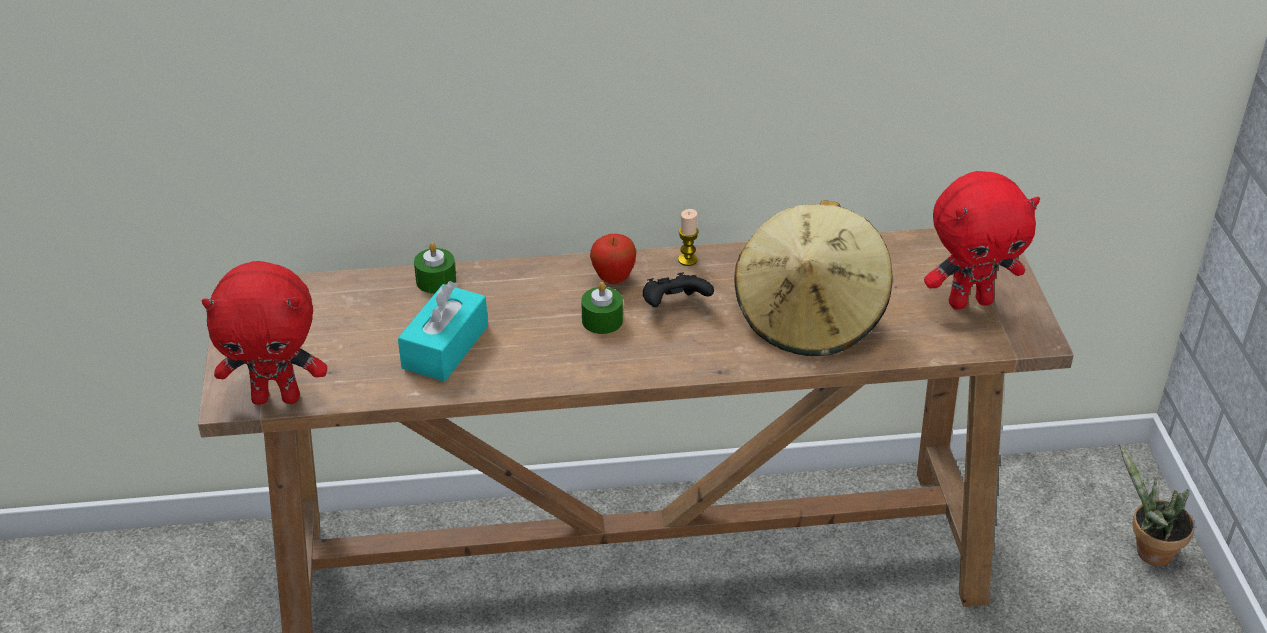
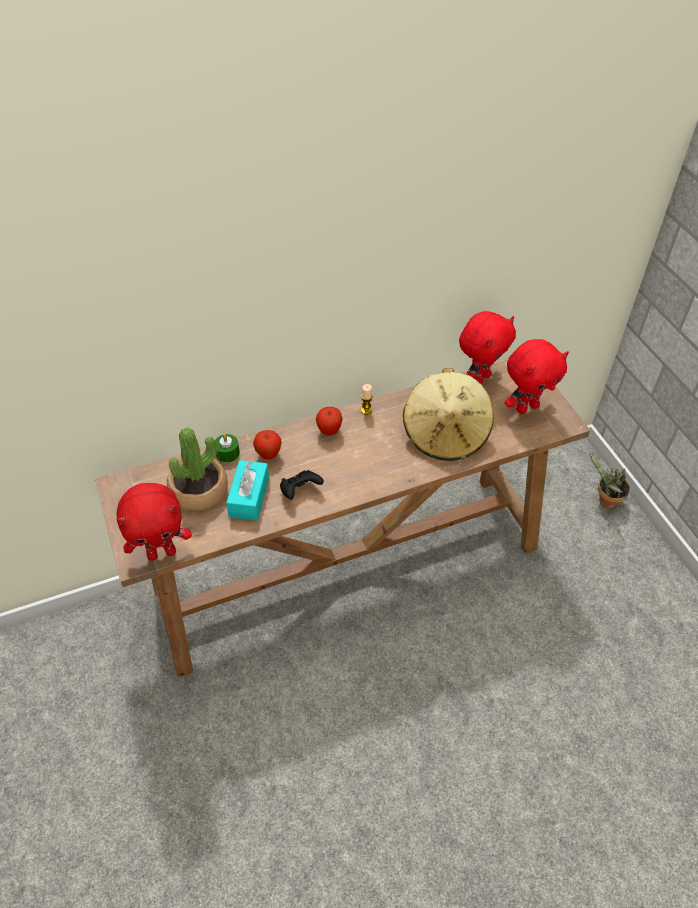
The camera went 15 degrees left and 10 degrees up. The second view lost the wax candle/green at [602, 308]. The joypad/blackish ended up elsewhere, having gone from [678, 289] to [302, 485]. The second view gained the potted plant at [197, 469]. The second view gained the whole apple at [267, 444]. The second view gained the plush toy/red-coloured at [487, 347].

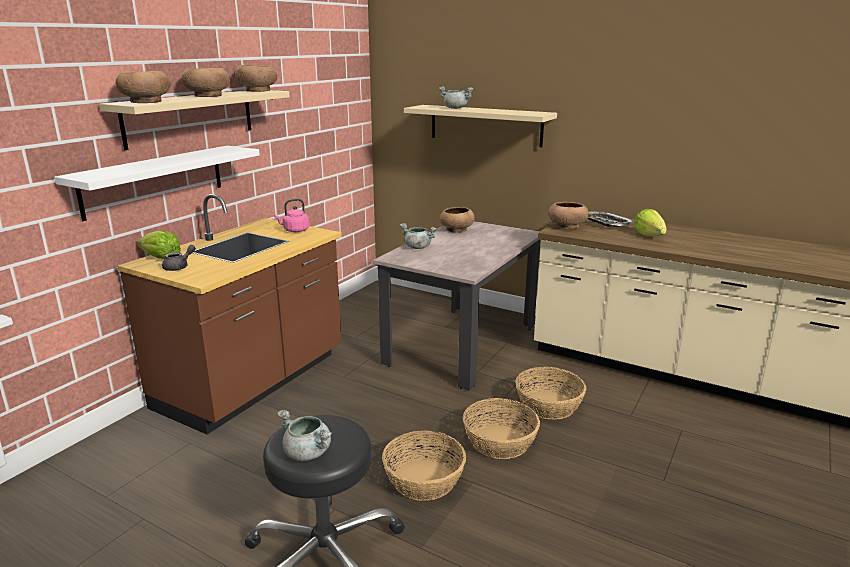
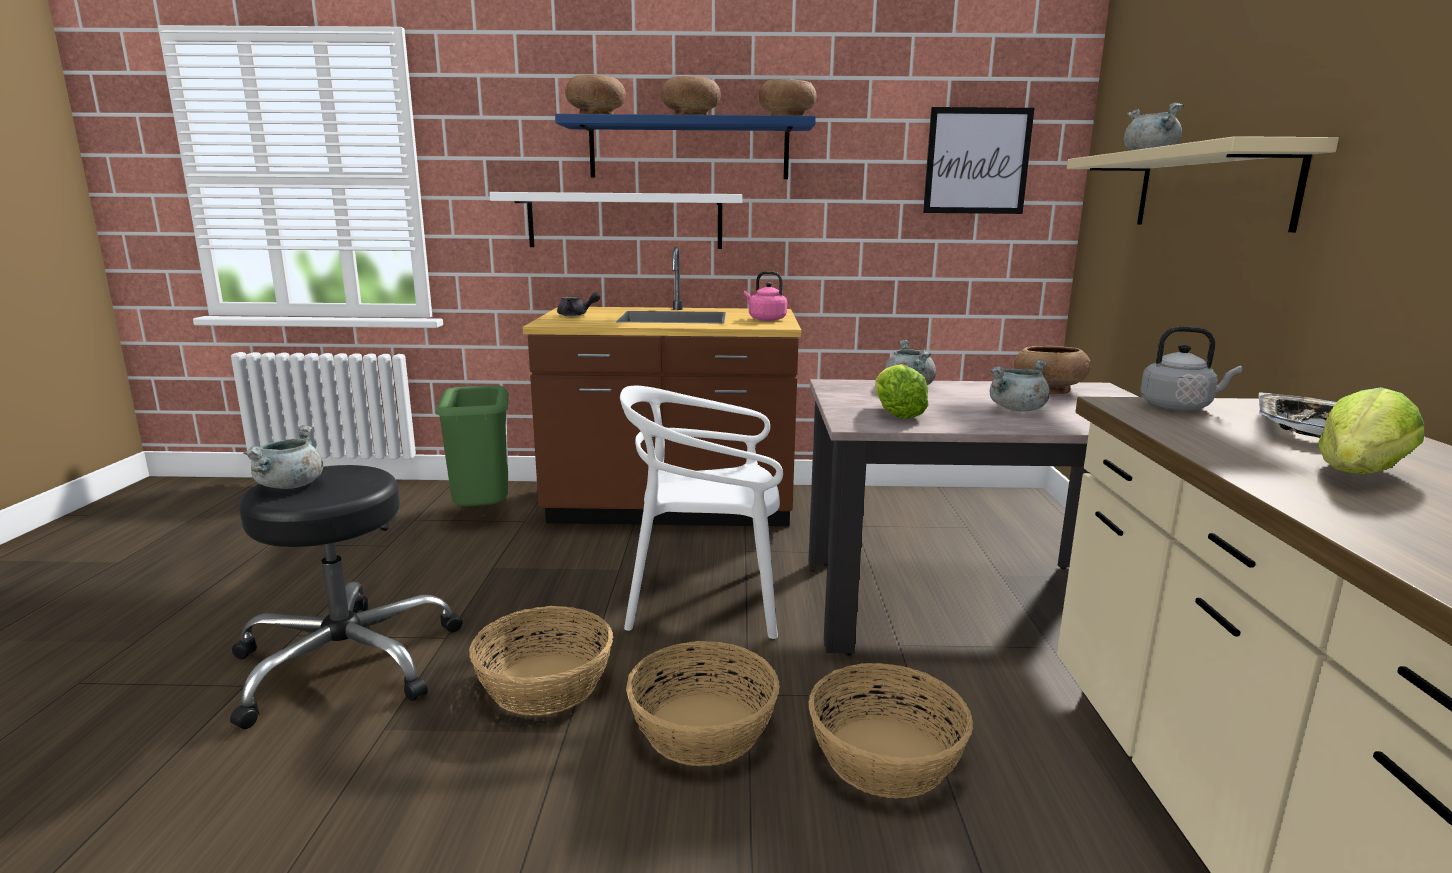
The camera went 60 degrees right and 5 degrees down. What was the shelf/sand-coloured at [195, 120] turned into the shelf/blue-coloured at [685, 146]. The head of lettuce ended up elsewhere, having gone from [159, 245] to [901, 391]. Where the deep dish/brown-coloured stood at [568, 216], the tea kettle/gray came to stand at [1191, 369]. The second view gained the trash can/green at [472, 445]. The second view gained the upright chair/white-coloured at [701, 512]. The second view gained the wall art at [978, 160]. The second view gained the saucepot/gray at [1020, 385].

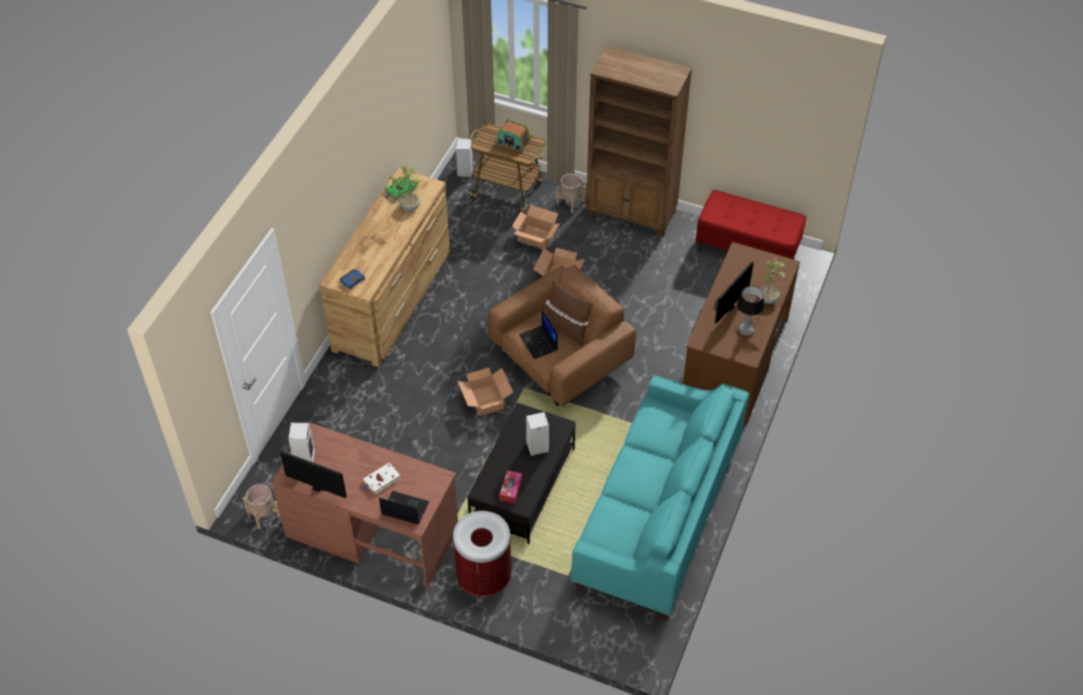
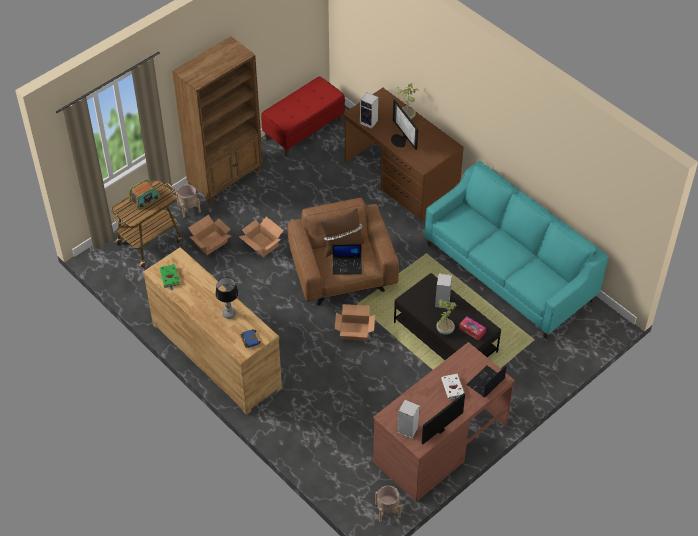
The camera went 65 degrees left and 0 degrees up. The potted plant ended up elsewhere, having gone from [405, 187] to [446, 317]. The second view lost the trash can at [482, 554]. The audio speaker ended up elsewhere, having gone from [464, 157] to [369, 110]. The lamp for a table ended up elsewhere, having gone from [750, 311] to [227, 298].

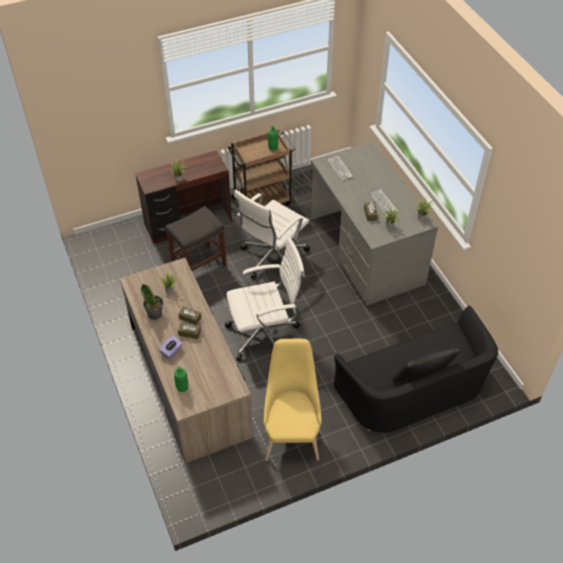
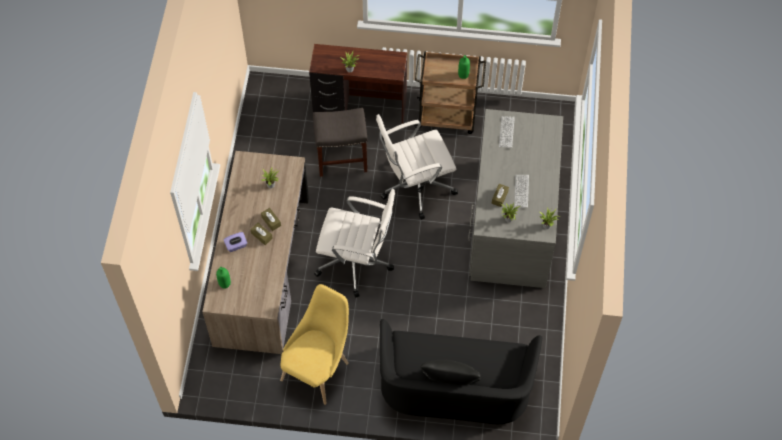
The camera went 30 degrees right and 10 degrees up. The second view lost the potted plant at [152, 302].

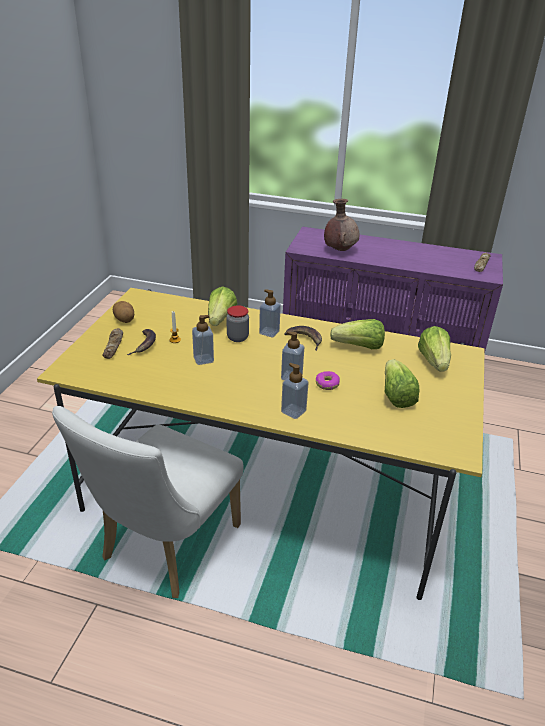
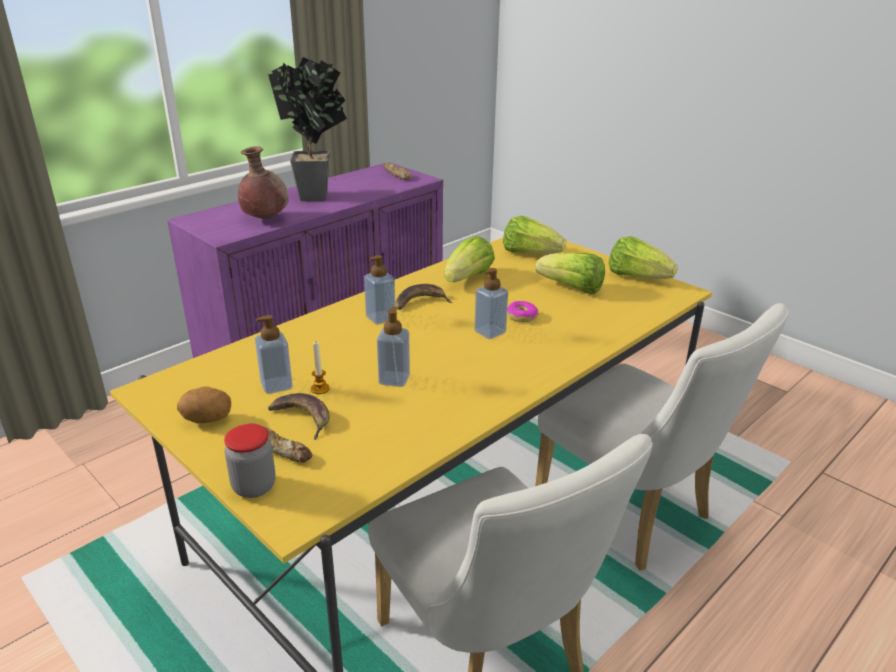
The camera went 60 degrees left and 5 degrees down. The head of lettuce ended up elsewhere, having gone from [222, 306] to [643, 257]. The storage jar ended up elsewhere, having gone from [237, 323] to [250, 461]. The soap dispenser ended up elsewhere, having gone from [295, 391] to [274, 354]. The second view gained the potted plant at [307, 129]. The second view gained the upright chair/white-coloured at [661, 436].

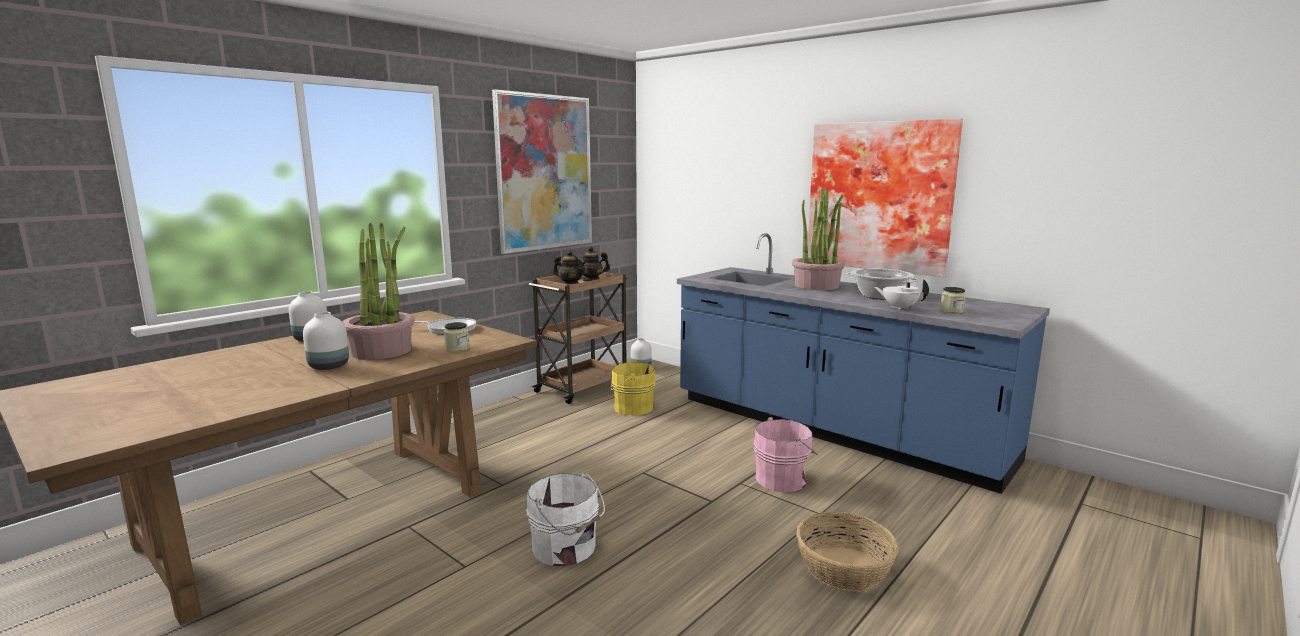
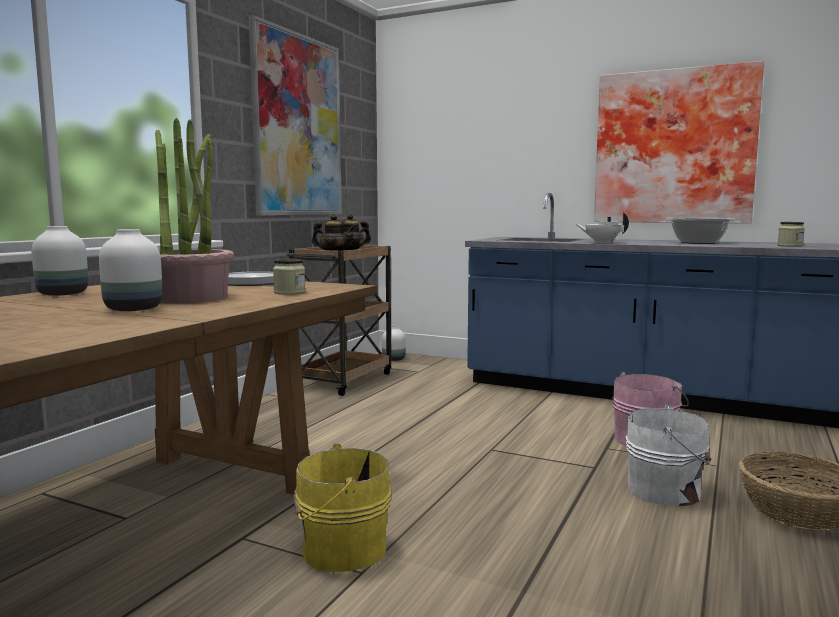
The camera went 15 degrees left and 5 degrees down. The pail/white-coloured ended up elsewhere, having gone from [565, 520] to [668, 455]. The pail/yellowish ended up elsewhere, having gone from [633, 387] to [342, 507]. The second view lost the potted plant at [818, 239]. The teapot/white-coloured ended up elsewhere, having gone from [901, 294] to [602, 227].

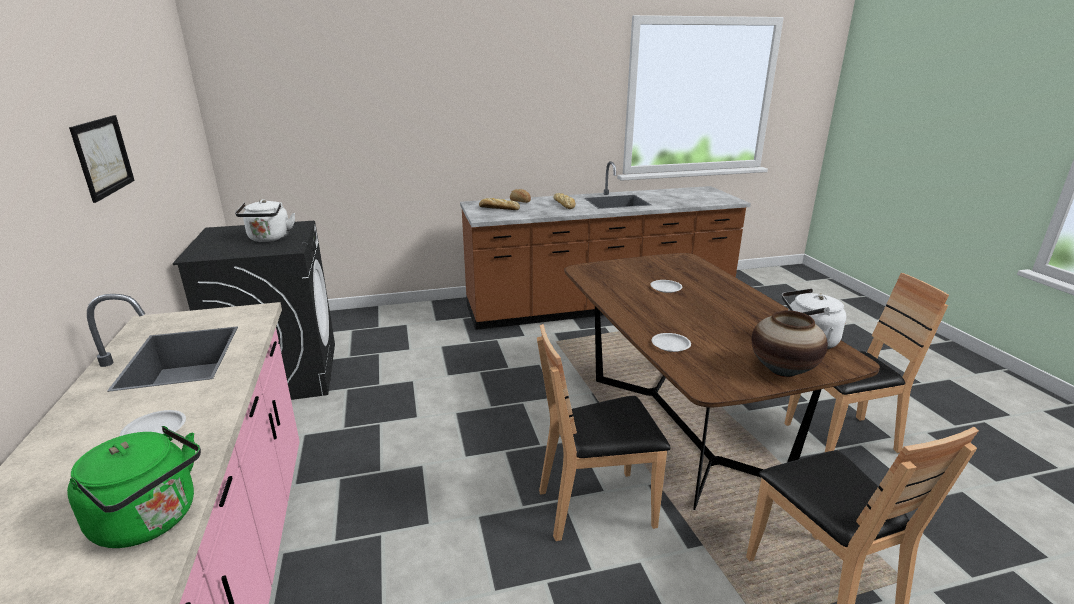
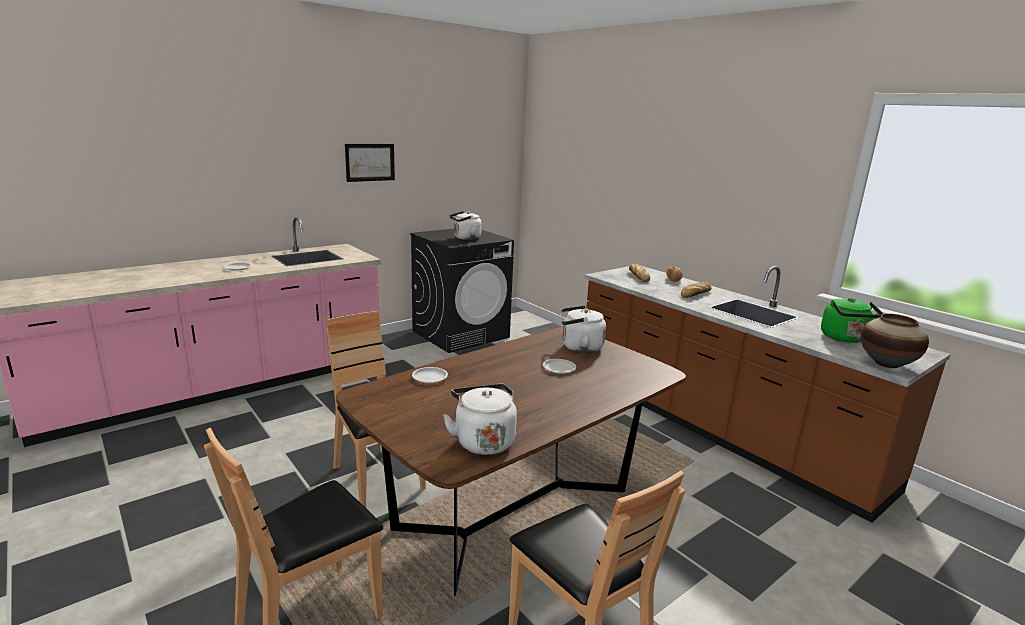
The camera went 65 degrees right and 5 degrees down. The tea kettle/green ended up elsewhere, having gone from [134, 487] to [852, 320]. The vase ended up elsewhere, having gone from [790, 343] to [895, 341]. The second view gained the tea kettle/white-coloured at [583, 329].

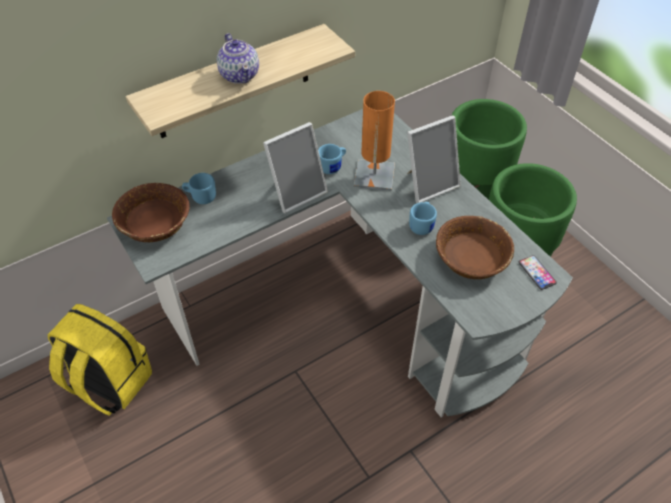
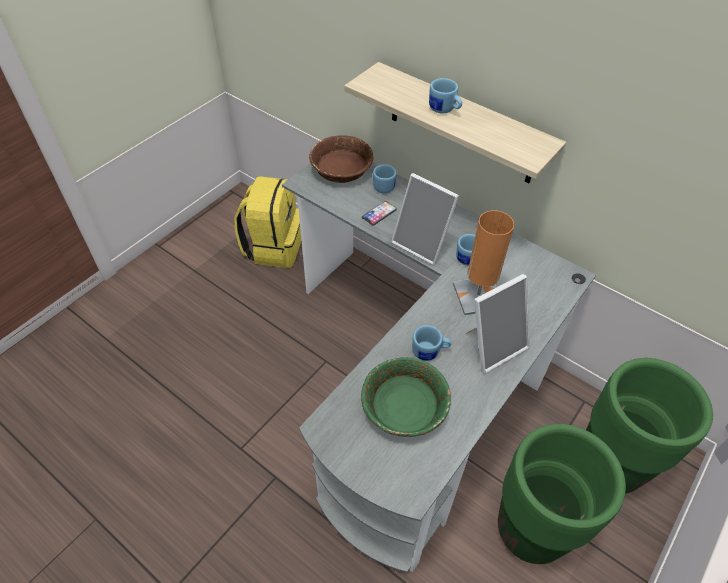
The camera went 70 degrees right and 0 degrees up. Where the teapot stood at [238, 58], the coffee mug/blue-coloured came to stand at [445, 95]. The photo frame at [434, 159] ended up facing another way, 75 degrees counterclockwise from before. What was the deep dish/brown-coloured at [475, 247] turned into the deep dish/green at [406, 397]. The telephone ended up elsewhere, having gone from [538, 272] to [379, 213].

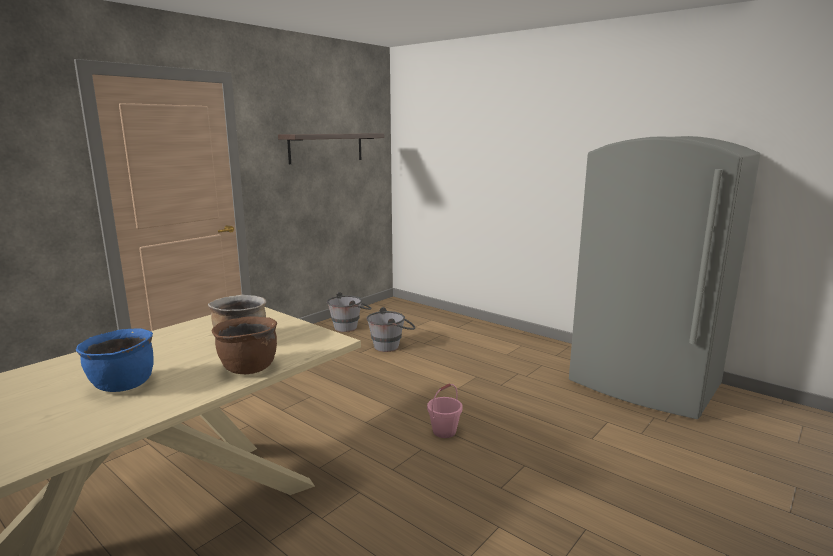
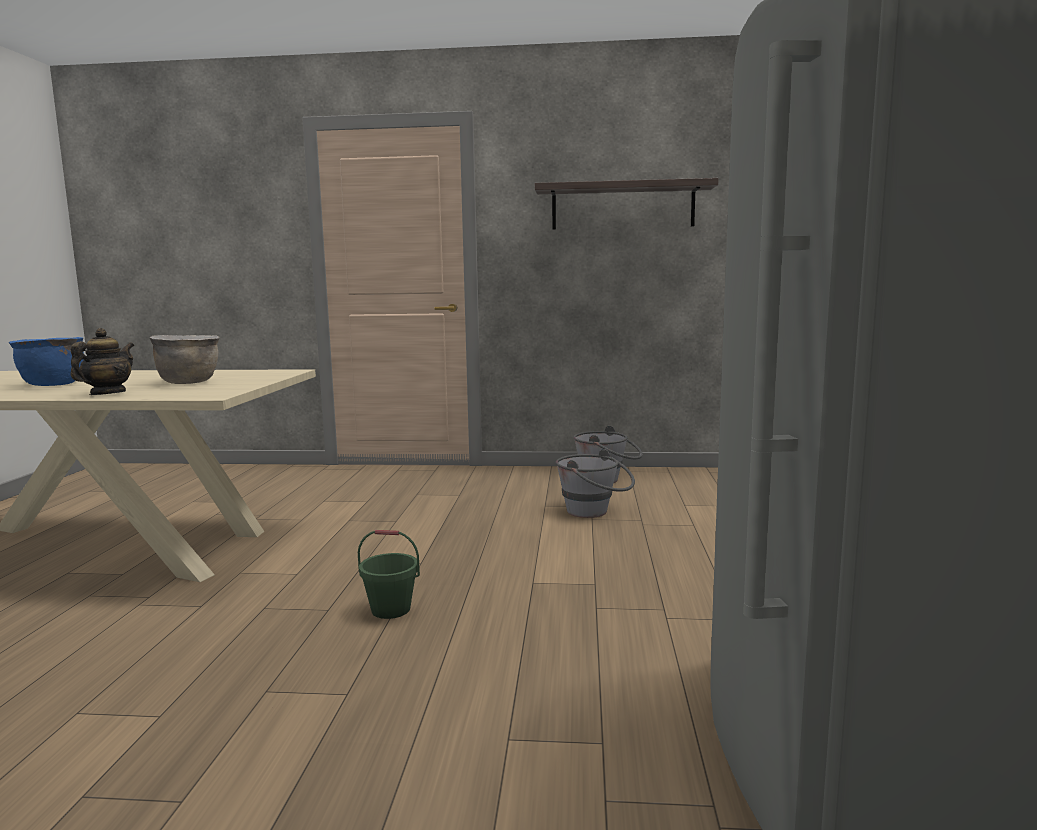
The camera went 55 degrees right and 5 degrees down. Where the saucepot/brown-coloured stood at [245, 345], the teapot came to stand at [102, 361]. What was the pail/pink at [444, 411] turned into the pail/green at [389, 574].

